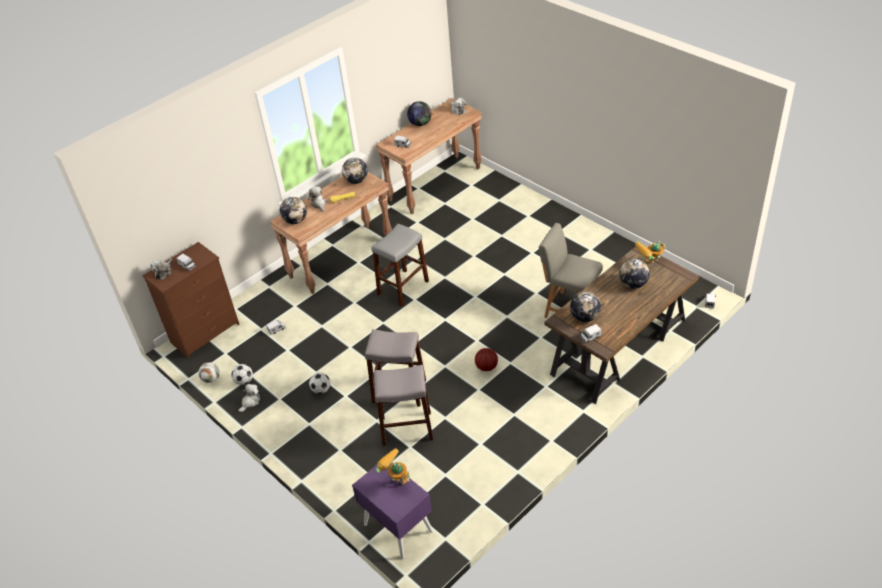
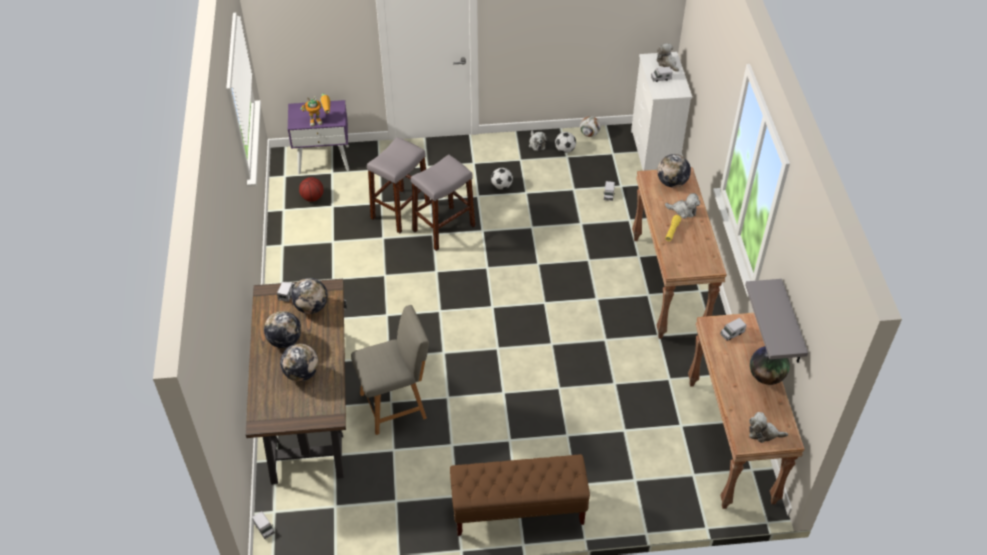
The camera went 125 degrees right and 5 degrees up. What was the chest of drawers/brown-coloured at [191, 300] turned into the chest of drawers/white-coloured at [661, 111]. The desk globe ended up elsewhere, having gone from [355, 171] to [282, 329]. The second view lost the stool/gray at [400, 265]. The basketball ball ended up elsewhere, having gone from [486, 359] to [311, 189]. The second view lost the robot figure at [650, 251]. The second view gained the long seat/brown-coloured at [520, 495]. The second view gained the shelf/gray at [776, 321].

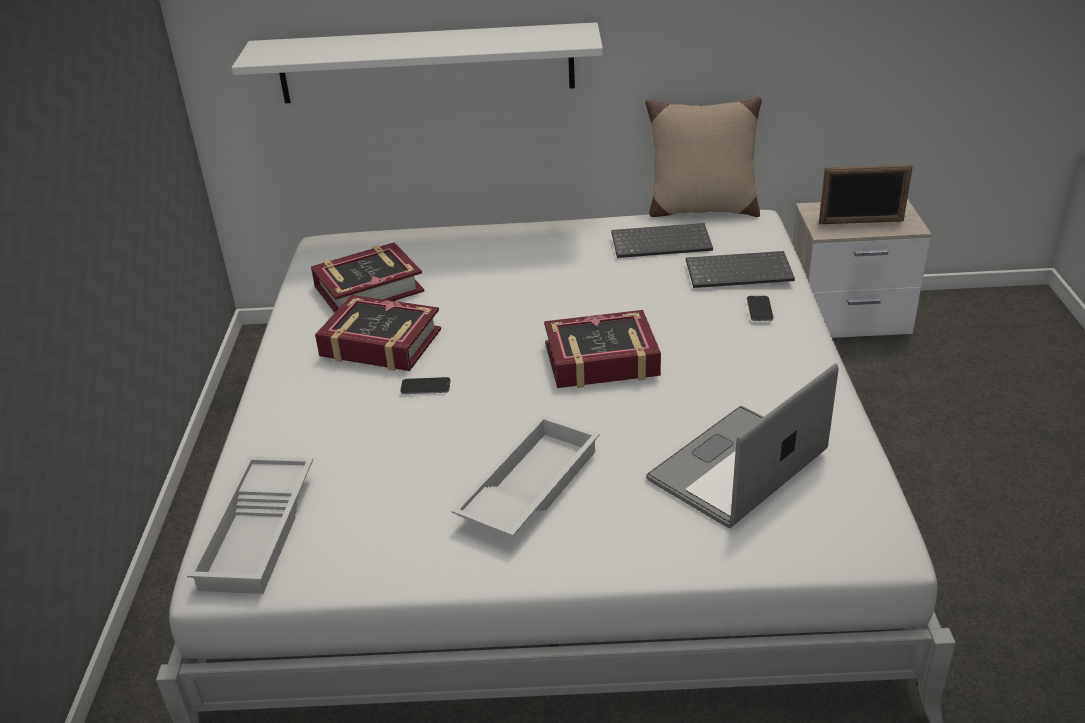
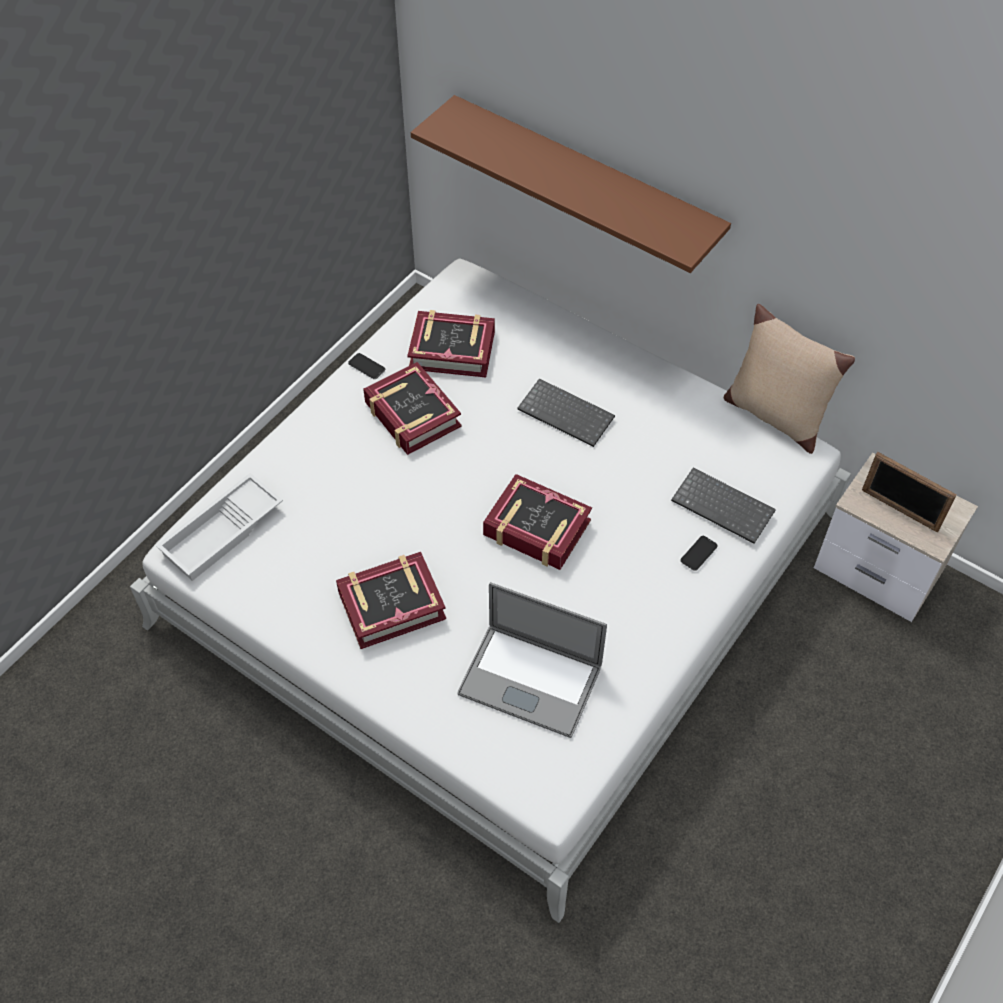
The camera went 35 degrees right and 20 degrees up. What was the shelf/white-coloured at [417, 62] turned into the shelf/brown-coloured at [571, 184]. The telephone ended up elsewhere, having gone from [425, 385] to [366, 366]. Where the serving tray/white-coloured stood at [525, 476], the book came to stand at [391, 600]. The keyboard ended up elsewhere, having gone from [662, 240] to [566, 413]. The laptop at [742, 445] ended up facing another way, 150 degrees counterclockwise from before.

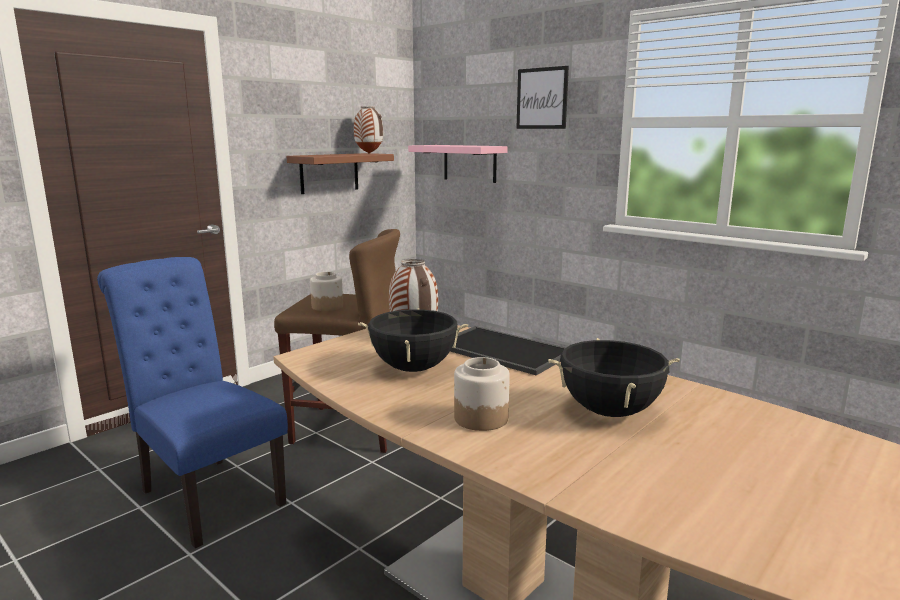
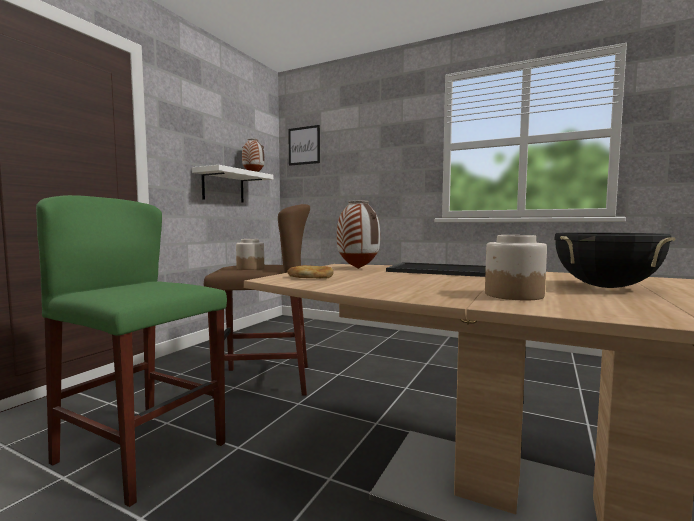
The camera went 15 degrees left and 10 degrees down. Where the upright chair/blue-coloured stood at [192, 403], the stool/green came to stand at [131, 351]. What was the shelf/brown-coloured at [340, 173] turned into the shelf/white-coloured at [232, 183]. The second view lost the saucepot/blackish at [413, 340]. The second view lost the shelf/pink at [458, 164]. The wall art ended up elsewhere, having gone from [542, 97] to [304, 145]. The second view gained the bread at [310, 272].

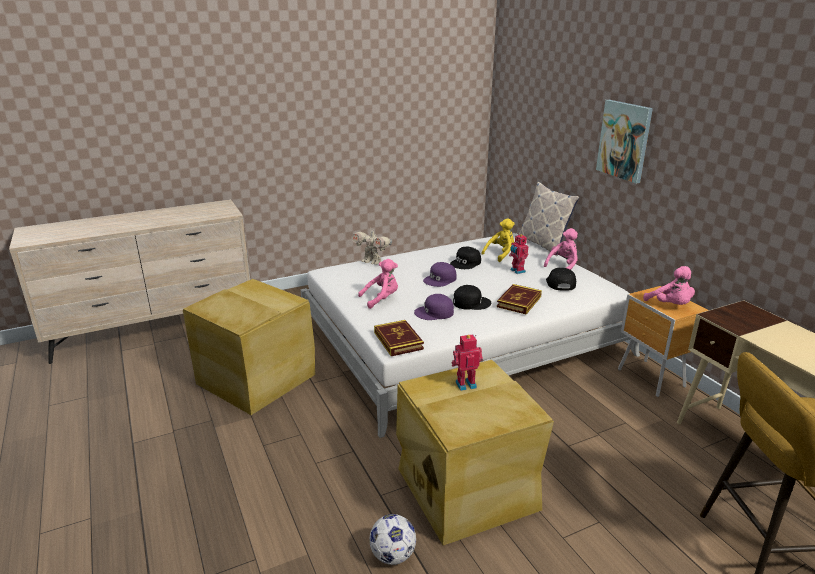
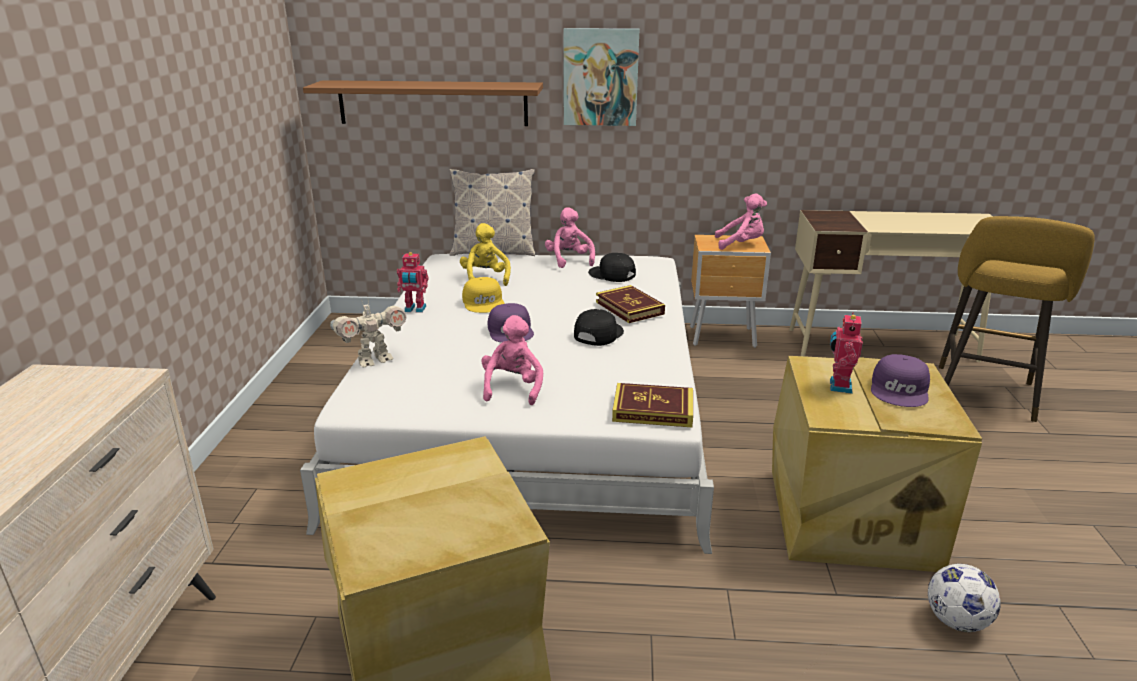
The camera went 60 degrees left and 0 degrees up. The peaked cap/purplish ended up elsewhere, having gone from [434, 307] to [900, 380]. What was the peaked cap/blackish at [465, 258] turned into the peaked cap/yellowish at [483, 295]. The robot figure ended up elsewhere, having gone from [518, 253] to [413, 282]. The second view gained the shelf/brown-coloured at [423, 103].

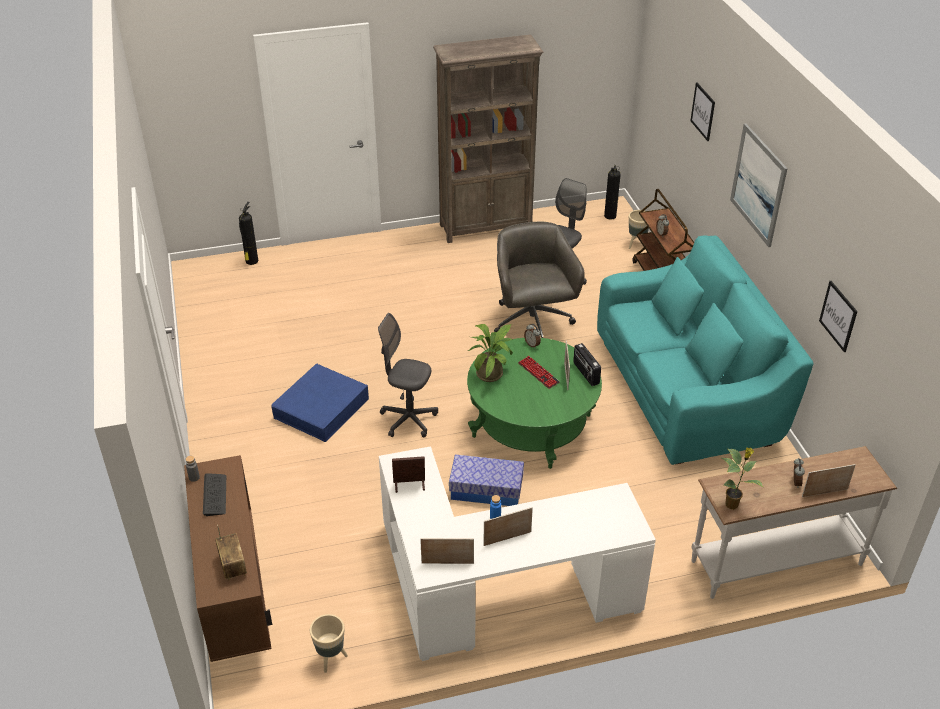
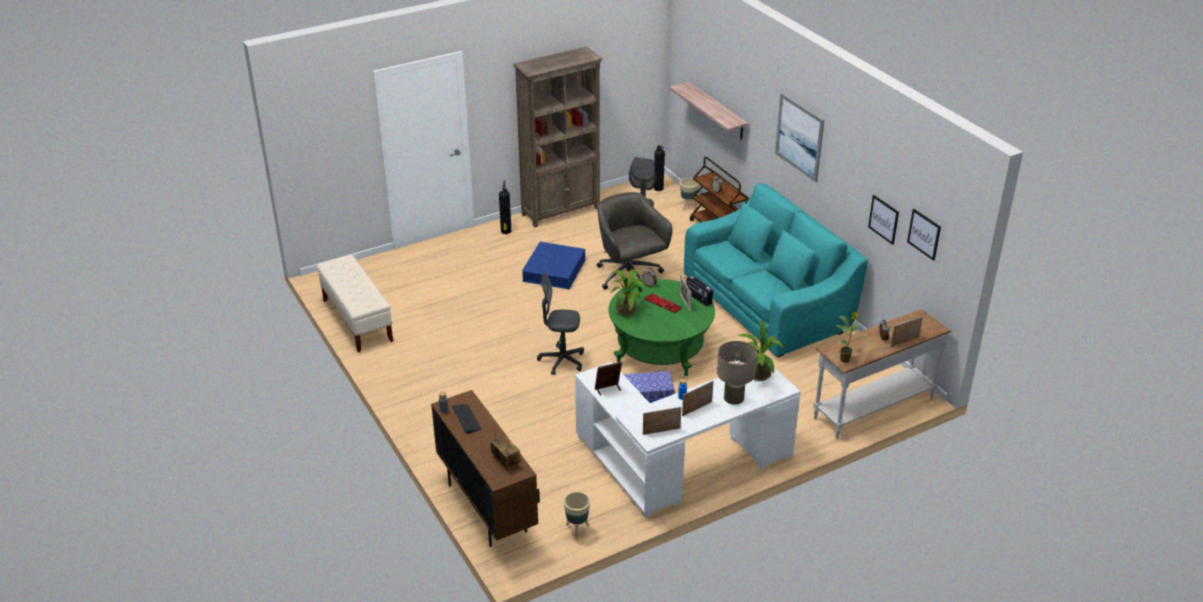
The camera went 15 degrees left and 5 degrees down. The fire extinguisher ended up elsewhere, having gone from [248, 233] to [505, 207]. The storage box/blue-coloured ended up elsewhere, having gone from [320, 402] to [553, 266]. The wall art ended up elsewhere, having gone from [702, 111] to [924, 235]. The second view gained the long seat/sand-coloured at [355, 303]. The second view gained the shelf at [709, 111]. The second view gained the lamp for a table/sand-coloured at [737, 373]. The second view gained the potted plant at [761, 350].

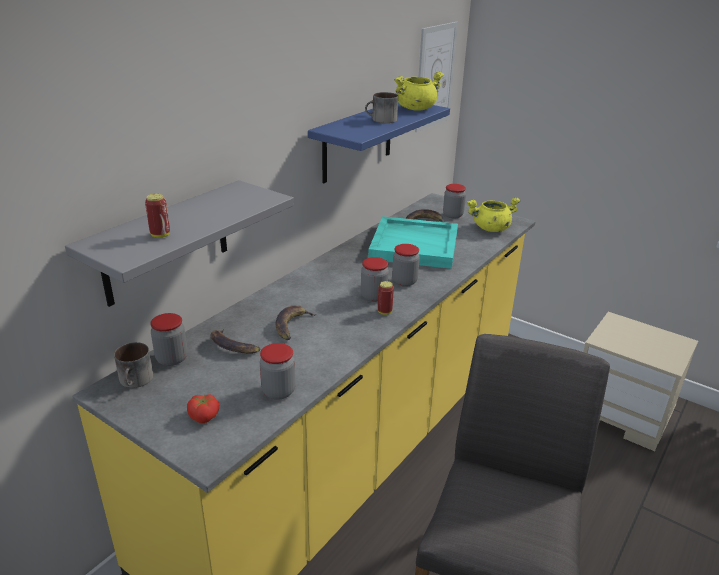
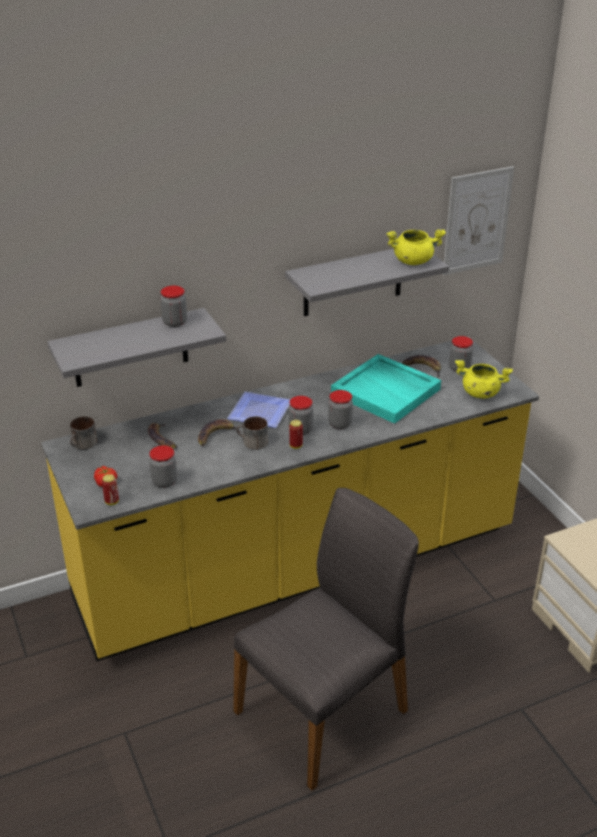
The camera went 30 degrees right and 5 degrees up. The sealed can ended up elsewhere, having gone from [157, 215] to [110, 489]. The storage jar ended up elsewhere, having gone from [168, 339] to [173, 306]. What was the shelf/blue-coloured at [379, 143] turned into the shelf/gray at [367, 282]. The coffee mug ended up elsewhere, having gone from [381, 107] to [252, 433]. The second view gained the dinner plate at [259, 410].

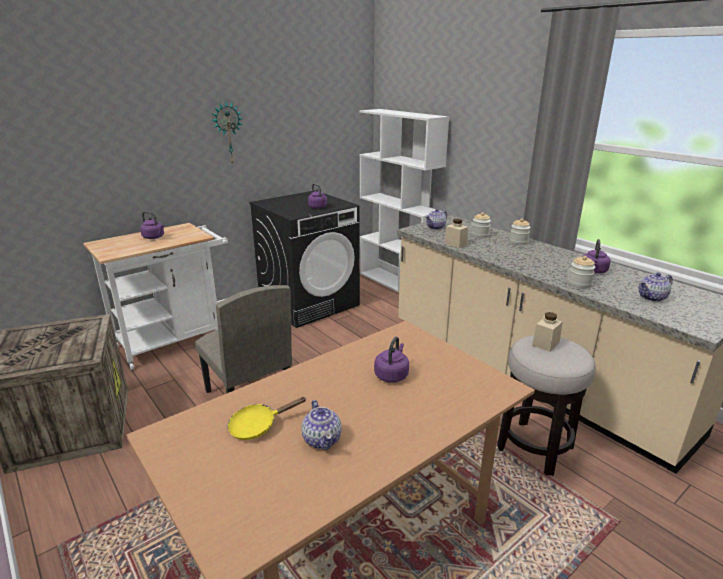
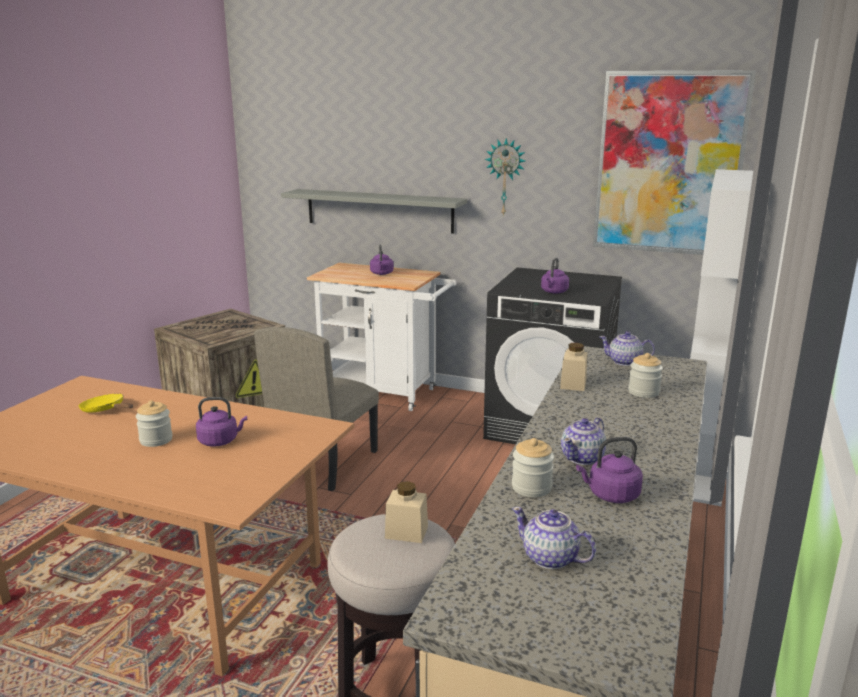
The camera went 60 degrees right and 5 degrees down. The teapot ended up elsewhere, having gone from [322, 425] to [583, 441]. The storage jar ended up elsewhere, having gone from [520, 231] to [154, 423]. The second view gained the shelf/gray at [374, 211]. The second view gained the wall art at [674, 162].

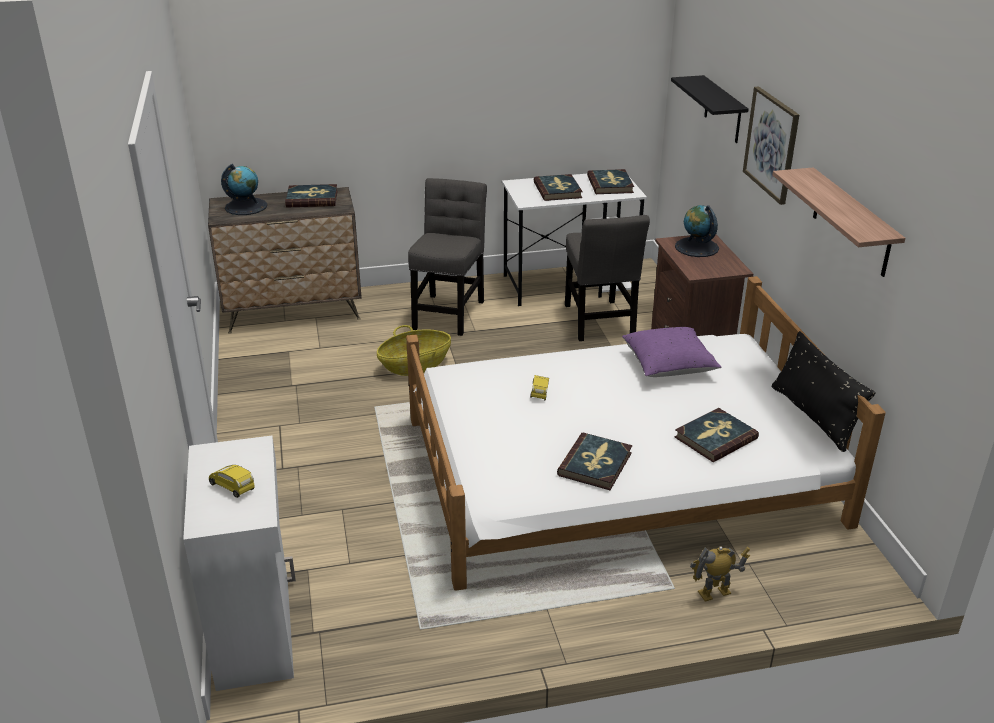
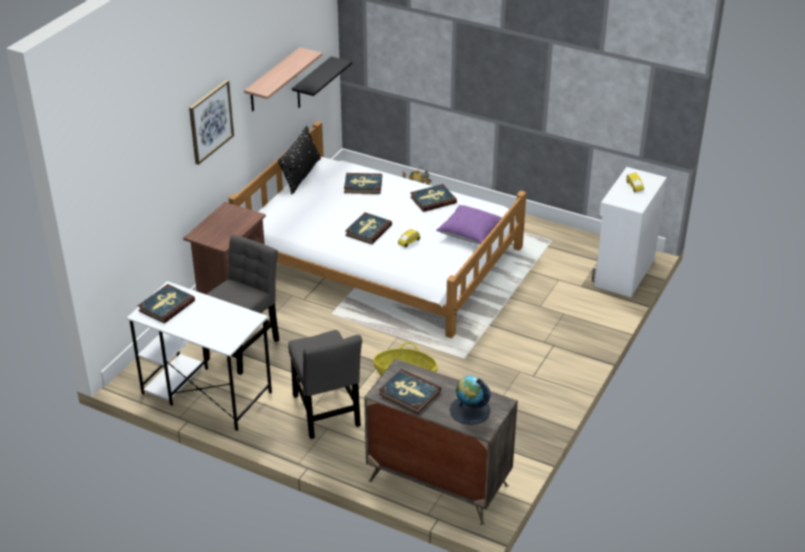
The camera went 140 degrees left and 5 degrees up. The upright chair/gray at [447, 257] ended up facing another way, 75 degrees counterclockwise from before. The book ended up elsewhere, having gone from [558, 187] to [368, 228]. The cushion/purplish ended up elsewhere, having gone from [671, 352] to [469, 225]. The shelf/blackish ended up elsewhere, having gone from [710, 109] to [322, 82]. The second view lost the desk globe at [697, 231].

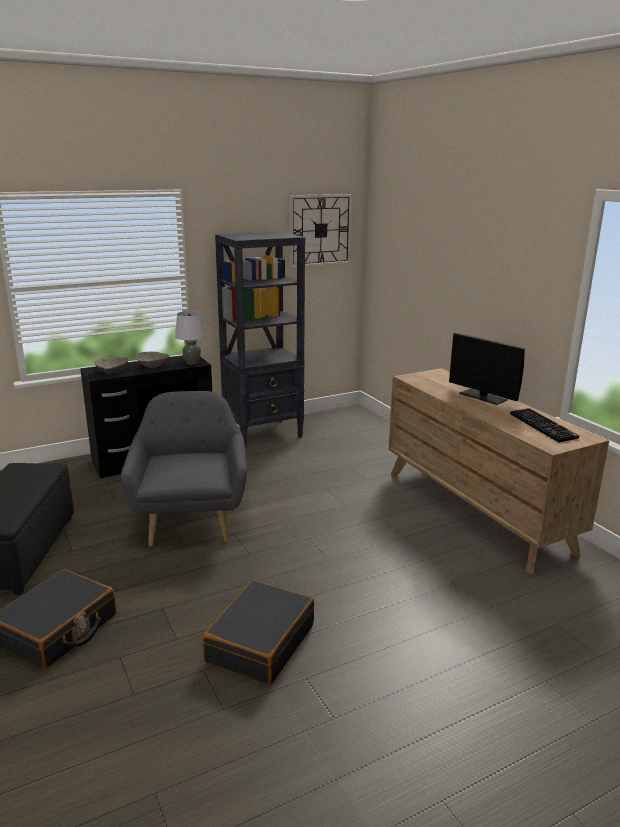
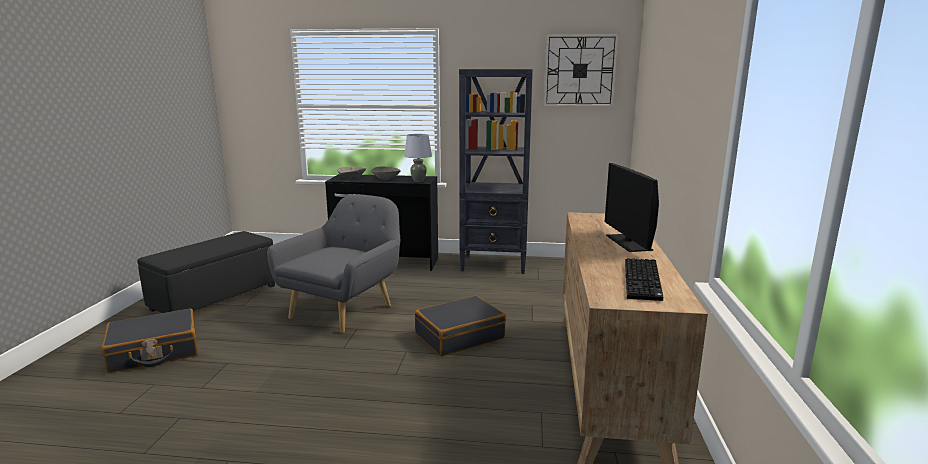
The camera went 35 degrees right and 5 degrees down. The piece of luggage/blackish ended up elsewhere, having gone from [258, 632] to [460, 326].

